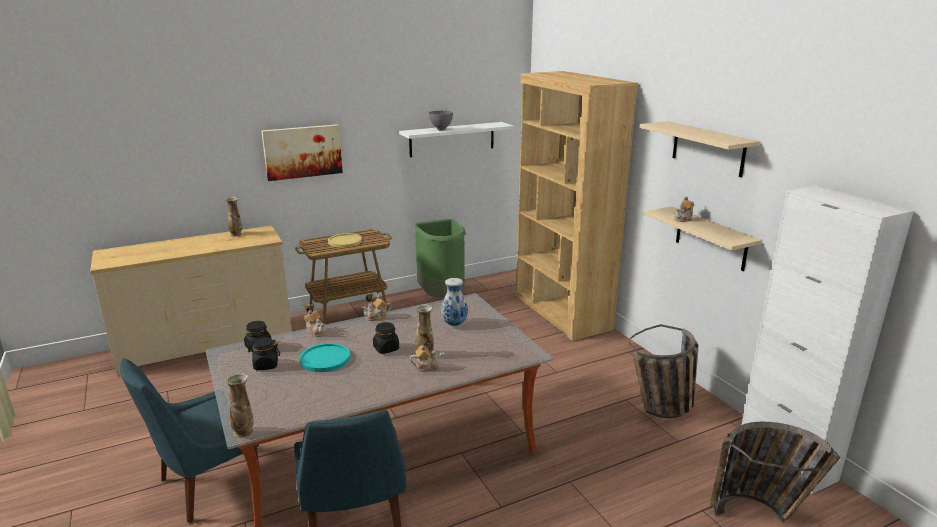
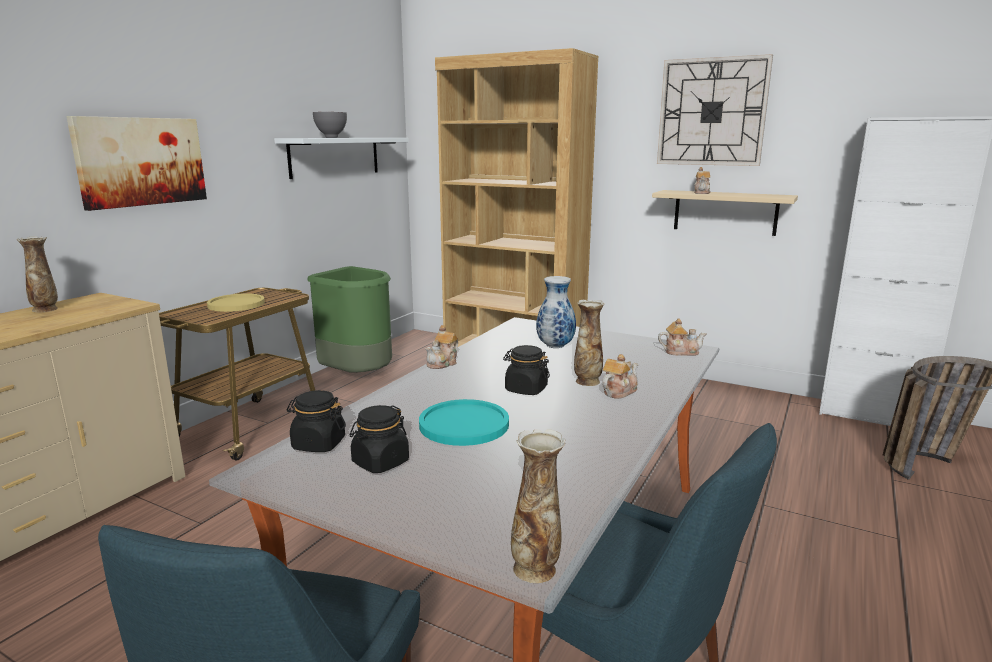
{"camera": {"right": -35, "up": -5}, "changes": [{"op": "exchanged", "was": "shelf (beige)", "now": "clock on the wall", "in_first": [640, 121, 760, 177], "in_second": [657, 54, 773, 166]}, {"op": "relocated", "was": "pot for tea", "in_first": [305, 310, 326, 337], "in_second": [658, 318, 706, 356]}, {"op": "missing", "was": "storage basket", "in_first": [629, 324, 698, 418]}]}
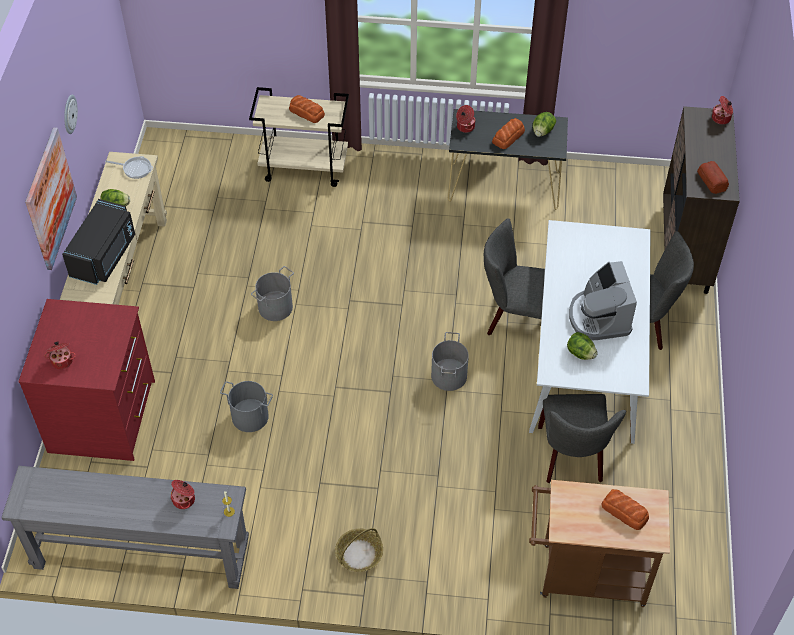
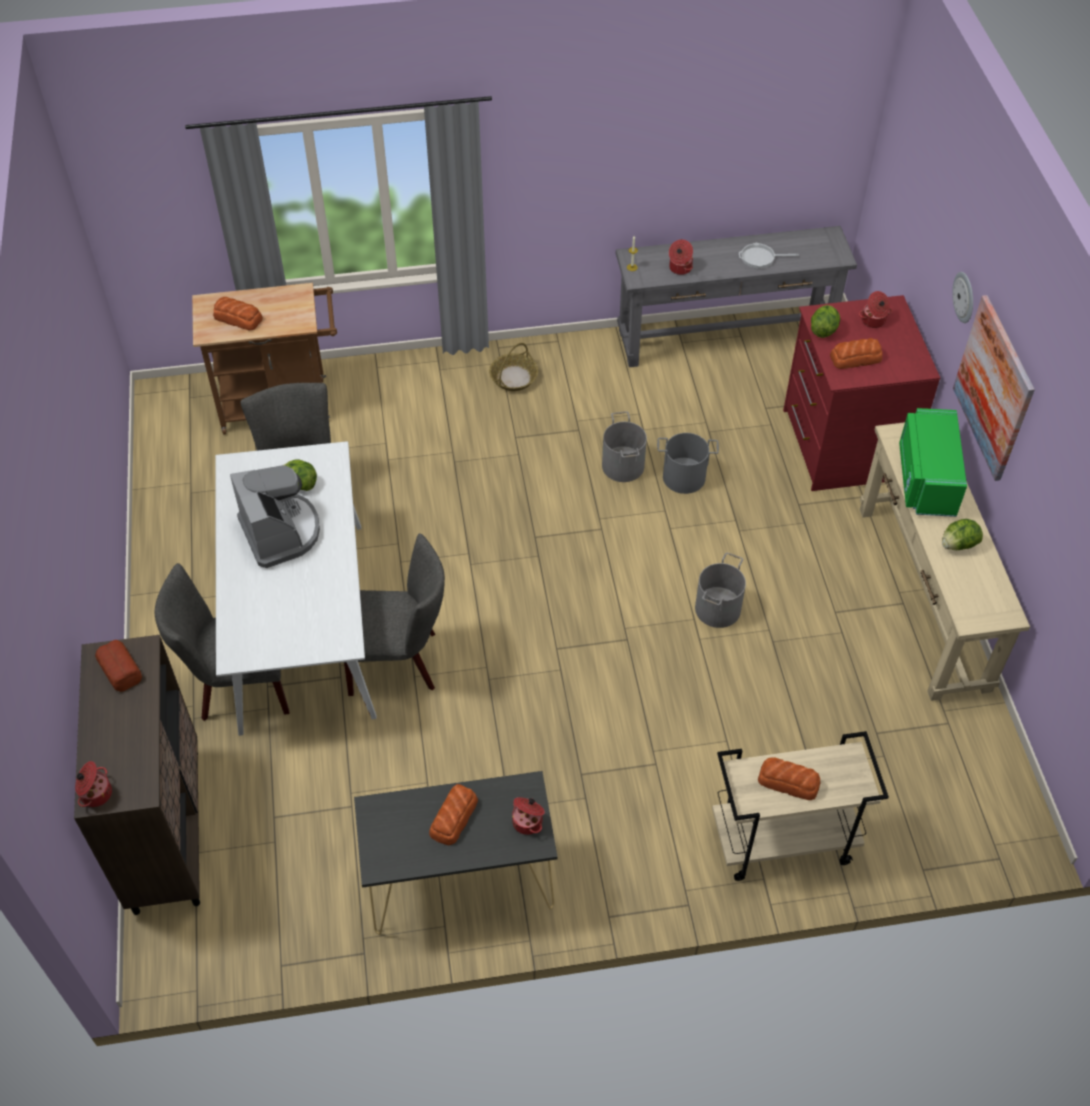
{"camera": {"right": 165, "up": 0}, "changes": [{"op": "relocated", "was": "bucket (grey)", "in_first": [431, 332, 469, 391], "in_second": [602, 411, 647, 482]}, {"op": "relocated", "was": "frying pan", "in_first": [105, 156, 153, 179], "in_second": [739, 243, 799, 269]}, {"op": "relocated", "was": "head of lettuce", "in_first": [532, 112, 556, 137], "in_second": [811, 305, 840, 338]}, {"op": "appeared", "now": "bakery bread", "in_second": [830, 338, 882, 369]}, {"op": "colour", "was": "microwave oven (blackish)", "now": "microwave oven (greenish)", "in_first": [62, 199, 135, 285], "in_second": [899, 408, 967, 517]}, {"op": "relocated", "was": "clock on the wall", "in_first": [64, 94, 78, 134], "in_second": [952, 272, 973, 323]}]}
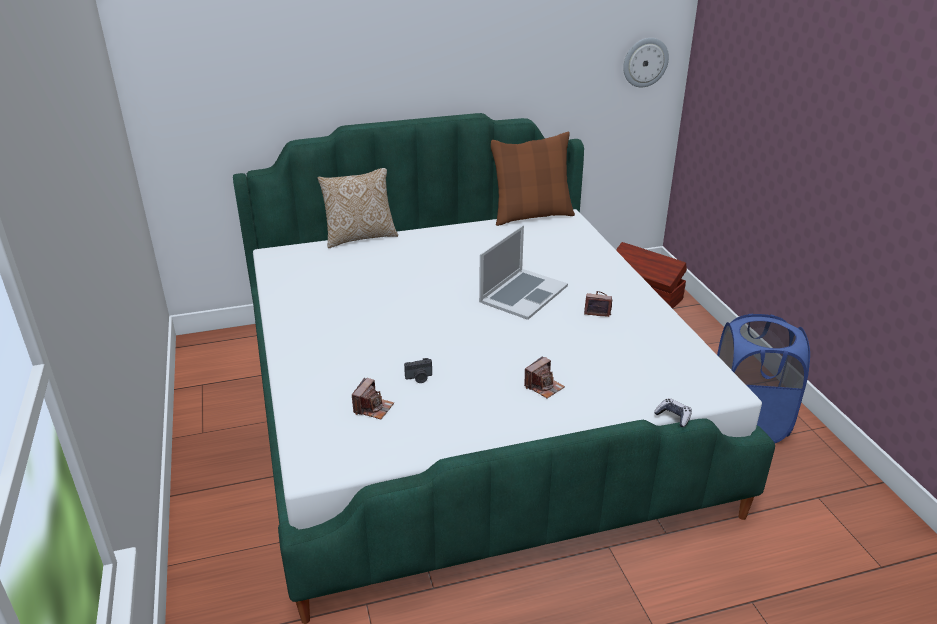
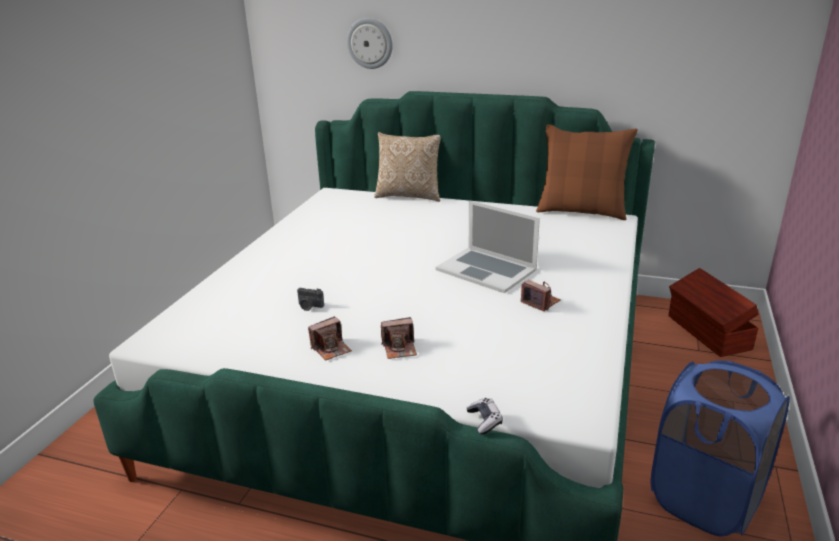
{"camera": {"right": 35, "up": -5}, "changes": [{"op": "relocated", "was": "still camera", "in_first": [352, 378, 394, 419], "in_second": [308, 316, 352, 361]}, {"op": "relocated", "was": "clock on the wall", "in_first": [623, 38, 669, 88], "in_second": [347, 18, 393, 69]}, {"op": "spun", "was": "notebook computer", "in_first": [479, 225, 568, 320], "in_second": [435, 200, 540, 293], "clockwise": 60}]}
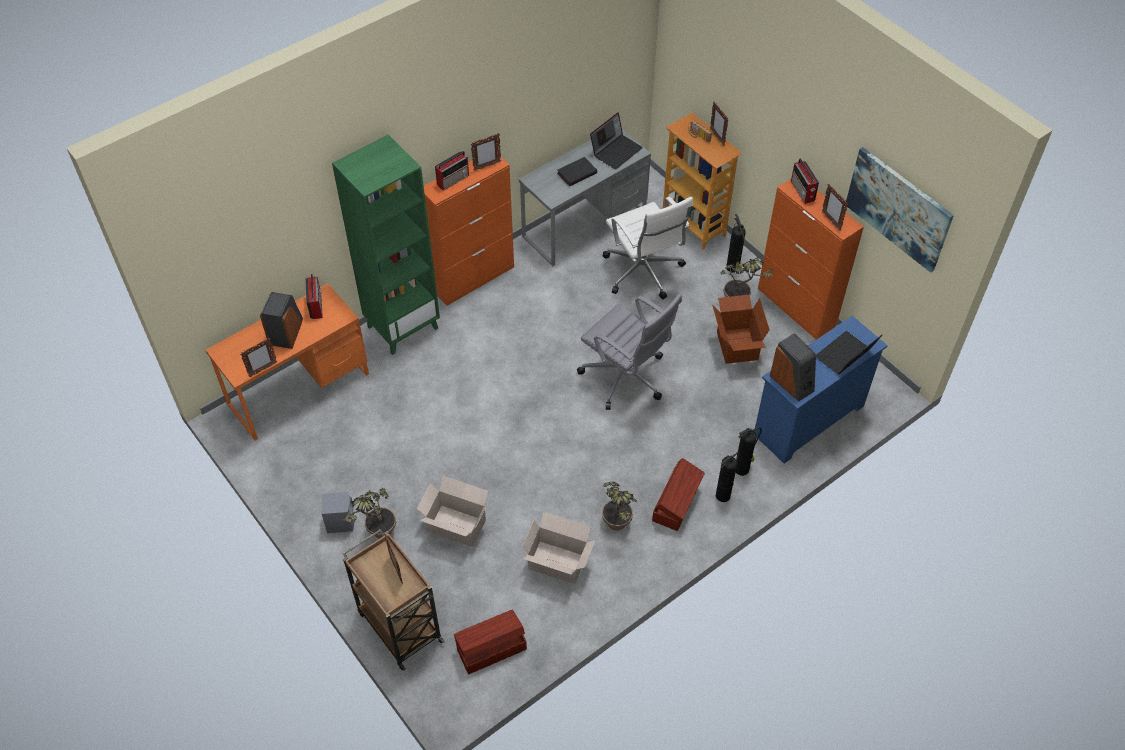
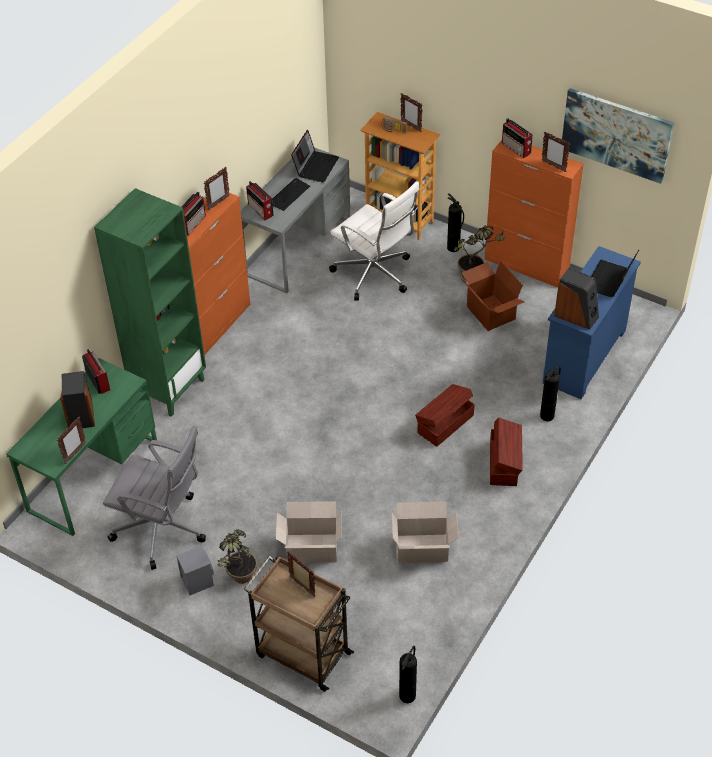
{"camera": {"right": -20, "up": -5}, "changes": [{"op": "colour", "was": "desk (orangey)", "now": "desk (greenish)", "in_first": [206, 283, 369, 440], "in_second": [6, 358, 157, 536]}, {"op": "relocated", "was": "desk chair (grey)", "in_first": [577, 293, 682, 410], "in_second": [103, 426, 206, 570]}, {"op": "appeared", "now": "radio set", "in_second": [246, 181, 274, 220]}, {"op": "exchanged", "was": "volume (blackish)", "now": "PC keyboard", "in_first": [557, 157, 597, 186], "in_second": [272, 178, 310, 211]}, {"op": "relocated", "was": "fire extinguisher", "in_first": [716, 452, 740, 502], "in_second": [399, 646, 417, 703]}, {"op": "relocated", "was": "storage bin (brown)", "in_first": [454, 609, 527, 675], "in_second": [415, 384, 475, 447]}, {"op": "missing", "was": "potted plant", "in_first": [602, 482, 637, 531]}]}
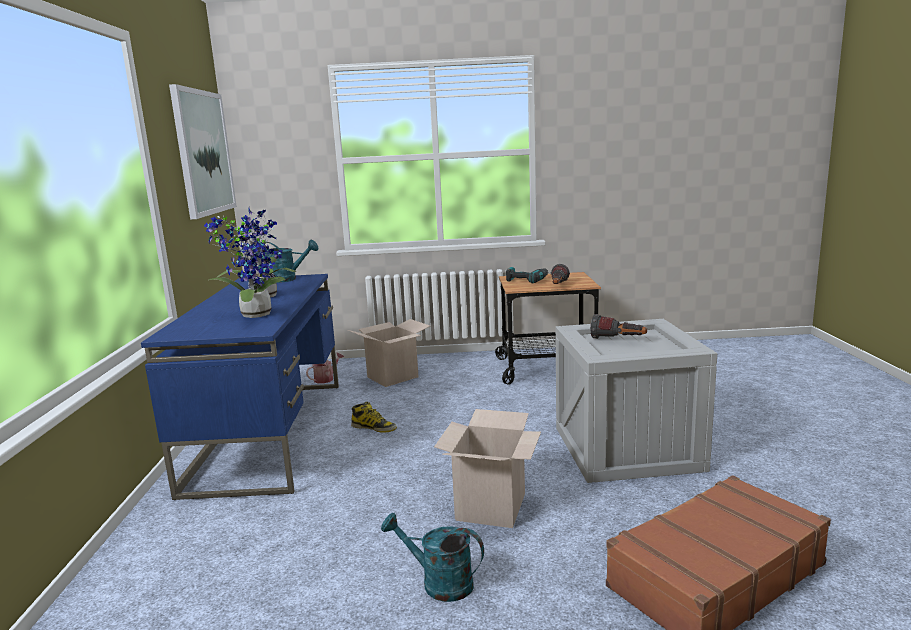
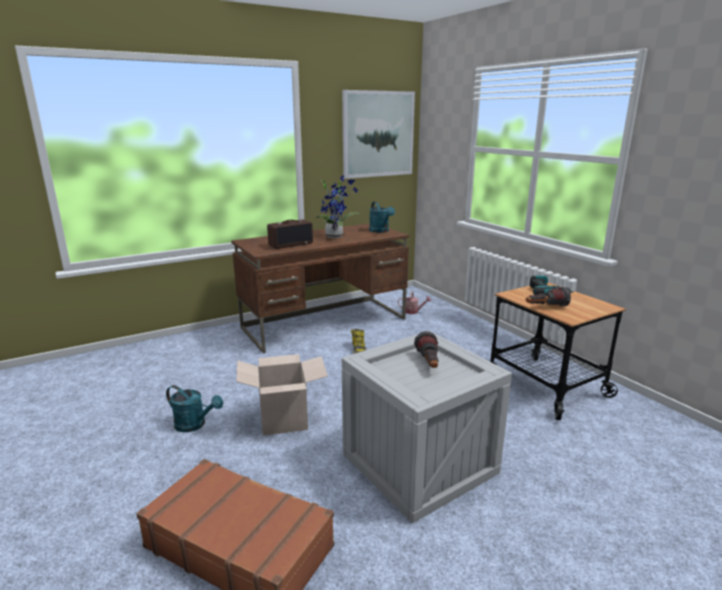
{"camera": {"right": 60, "up": 5}, "changes": [{"op": "spun", "was": "watering pot (turquoise-coloured)", "in_first": [381, 513, 484, 602], "in_second": [166, 385, 223, 432], "clockwise": 120}, {"op": "colour", "was": "desk (blue-coloured)", "now": "desk (brown)", "in_first": [141, 274, 339, 500], "in_second": [231, 223, 409, 353]}, {"op": "exchanged", "was": "potted plant", "now": "radio set", "in_first": [204, 217, 286, 318], "in_second": [267, 220, 313, 249]}, {"op": "missing", "was": "packing box", "in_first": [348, 319, 430, 387]}]}
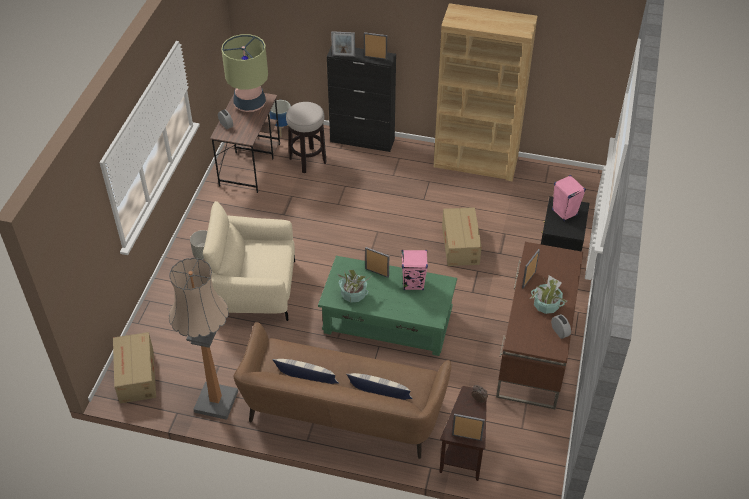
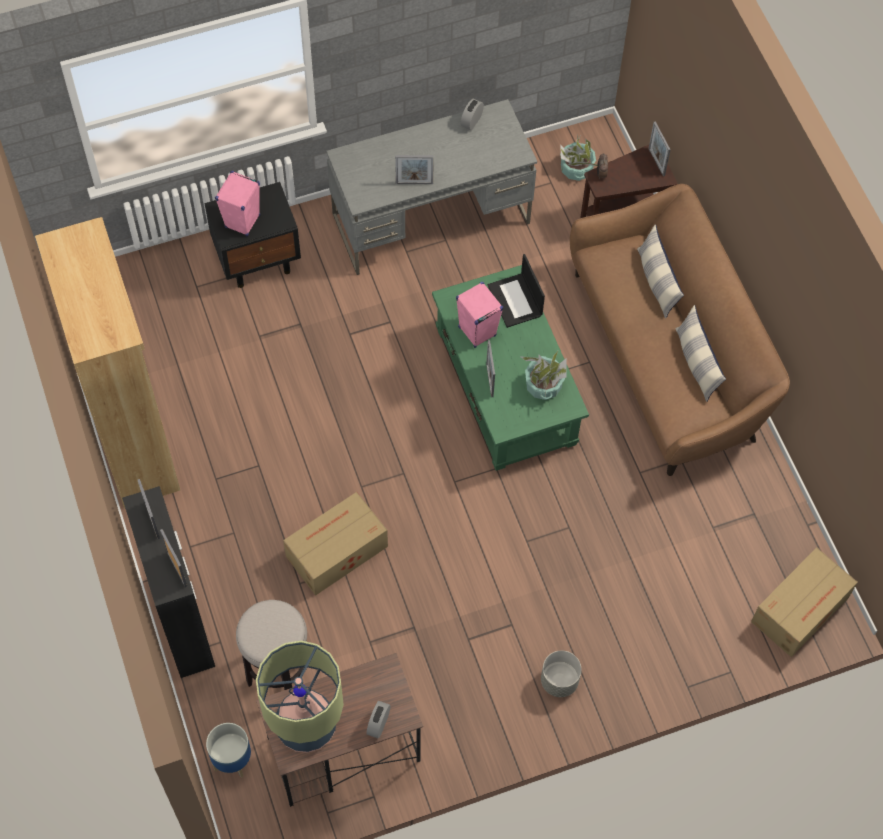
{"camera": {"right": -125, "up": 15}, "changes": [{"op": "relocated", "was": "packing box", "in_first": [442, 207, 482, 266], "in_second": [283, 492, 388, 596]}, {"op": "colour", "was": "desk (brown)", "now": "desk (grey)", "in_first": [496, 242, 583, 409], "in_second": [326, 99, 537, 275]}, {"op": "appeared", "now": "notebook computer", "in_second": [488, 254, 545, 328]}, {"op": "relocated", "was": "potted plant", "in_first": [531, 276, 567, 314], "in_second": [560, 134, 597, 181]}, {"op": "missing", "was": "standing lamp", "in_first": [169, 258, 238, 420]}, {"op": "missing", "was": "easy chair (beige)", "in_first": [203, 201, 295, 321]}]}
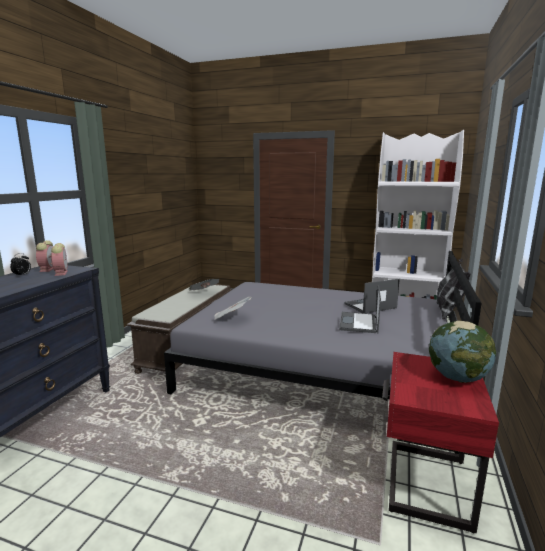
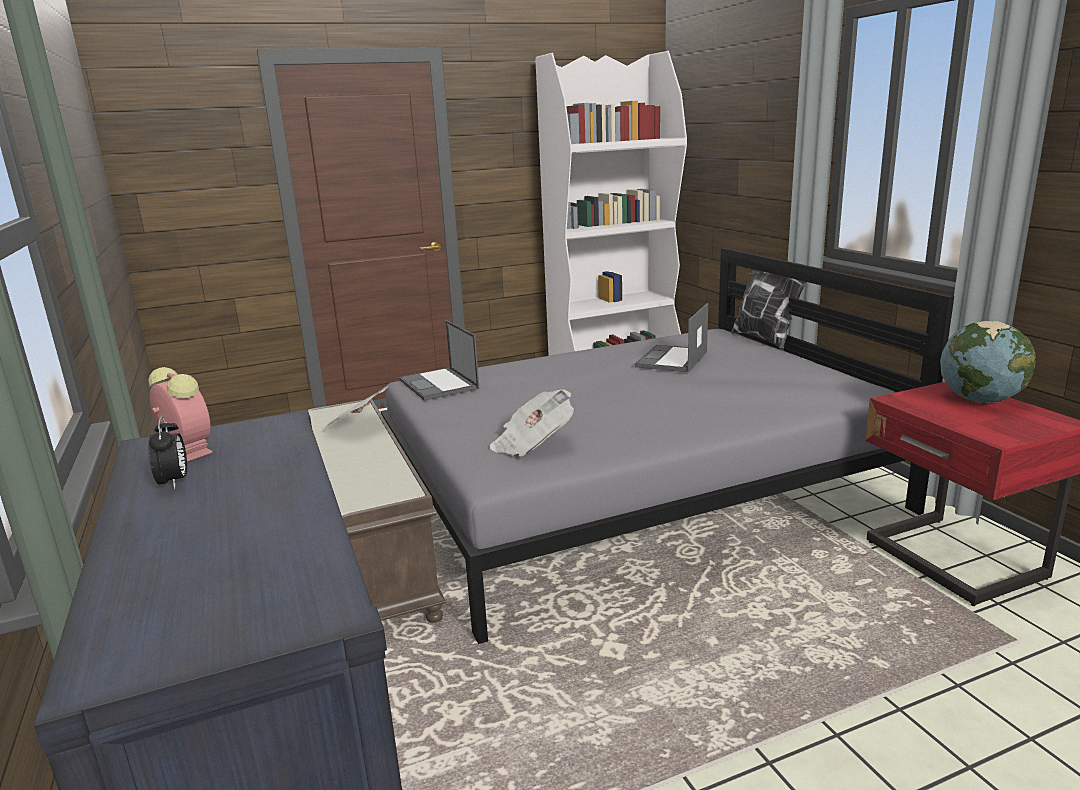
{"camera": {"right": -40, "up": 5}, "changes": [{"op": "relocated", "was": "notebook computer", "in_first": [339, 285, 381, 333], "in_second": [399, 320, 479, 401]}, {"op": "missing", "was": "bedside clock", "in_first": [49, 243, 68, 276]}]}
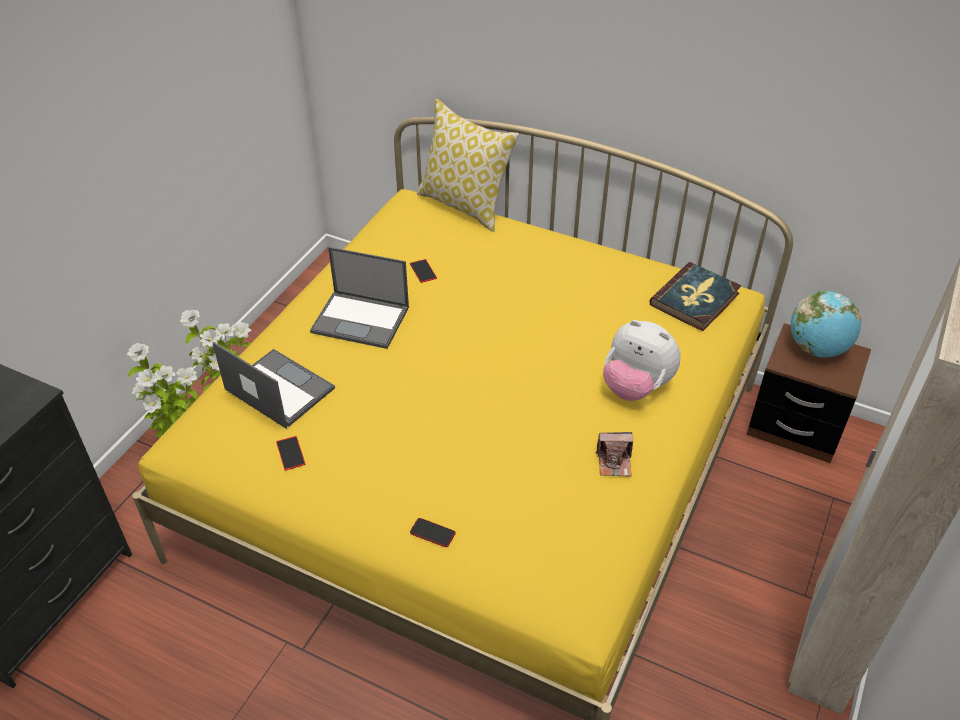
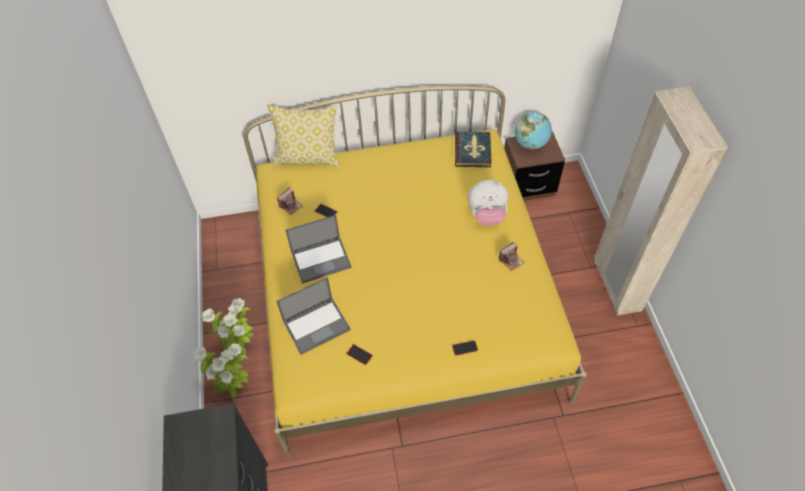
{"camera": {"right": -35, "up": 10}, "changes": [{"op": "spun", "was": "notebook computer", "in_first": [212, 342, 335, 429], "in_second": [276, 277, 351, 355], "clockwise": 150}, {"op": "appeared", "now": "still camera", "in_second": [277, 188, 303, 215]}]}
